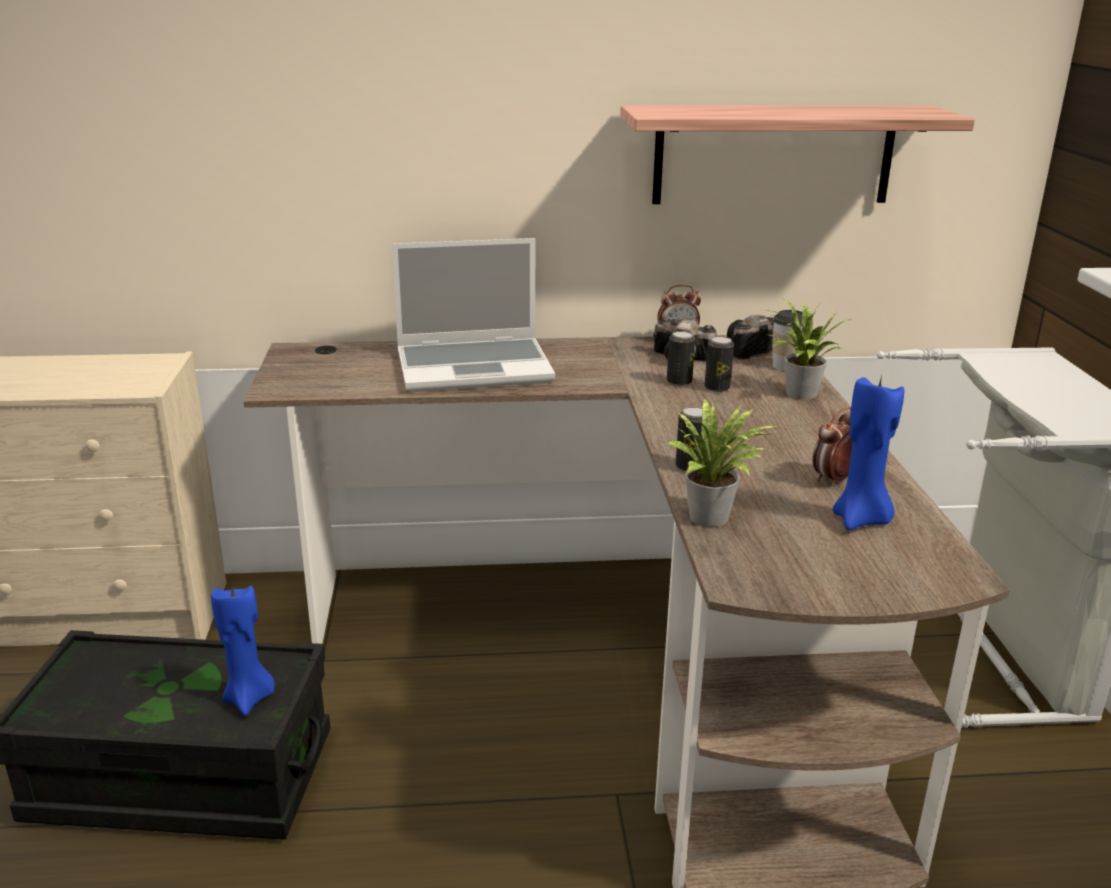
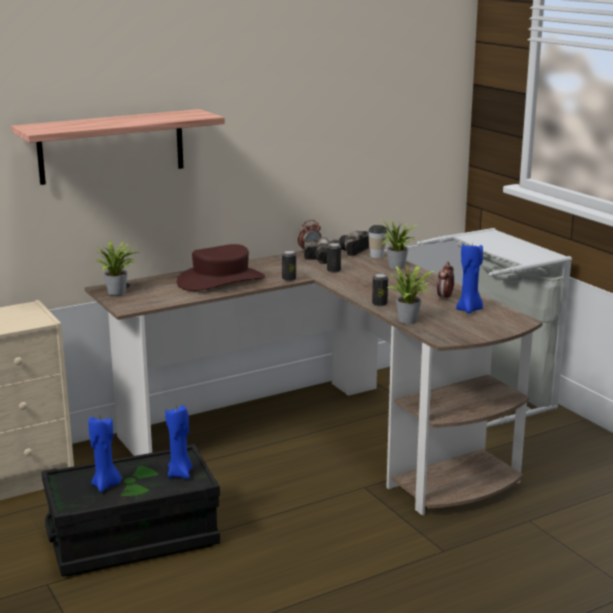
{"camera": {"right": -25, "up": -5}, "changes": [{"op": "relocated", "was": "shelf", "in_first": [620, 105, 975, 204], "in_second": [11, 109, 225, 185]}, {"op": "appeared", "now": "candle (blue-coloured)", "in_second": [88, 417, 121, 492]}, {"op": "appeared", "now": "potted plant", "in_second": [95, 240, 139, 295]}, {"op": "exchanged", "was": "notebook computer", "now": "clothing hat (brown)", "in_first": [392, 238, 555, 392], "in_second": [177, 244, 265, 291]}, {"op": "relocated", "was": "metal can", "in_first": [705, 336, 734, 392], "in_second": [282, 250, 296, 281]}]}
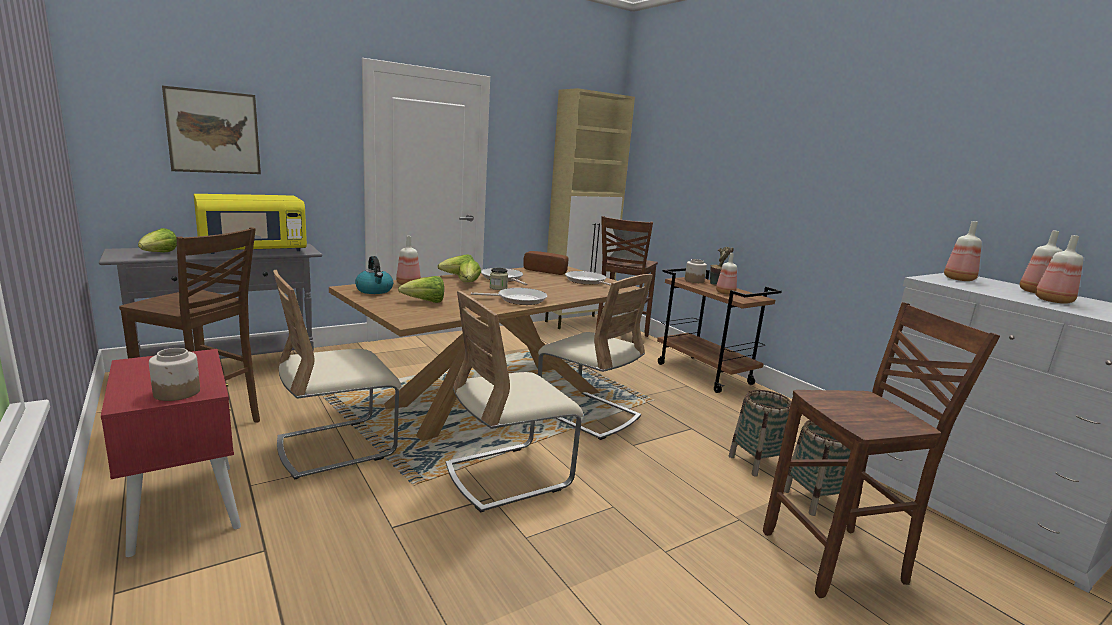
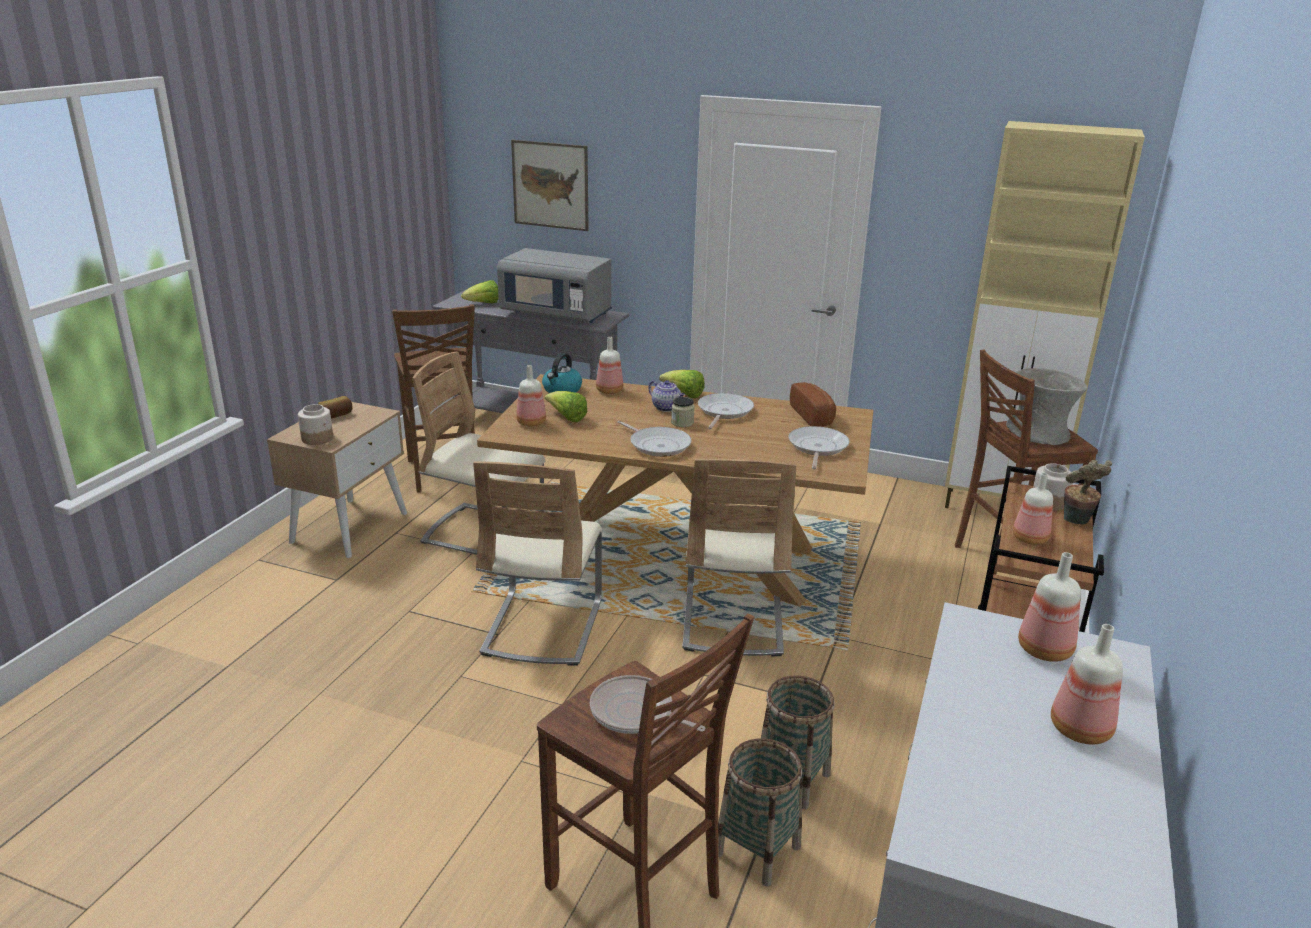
{"camera": {"right": 55, "up": 10}, "changes": [{"op": "colour", "was": "night table (red-coloured)", "now": "night table (beige)", "in_first": [101, 349, 241, 557], "in_second": [267, 402, 407, 558]}, {"op": "appeared", "now": "bakery bread", "in_second": [318, 396, 353, 418]}, {"op": "spun", "was": "plain chair (beige)", "in_first": [445, 291, 583, 513], "in_second": [473, 461, 602, 665], "clockwise": -105}, {"op": "colour", "was": "microwave oven (yellow-coloured)", "now": "microwave oven (grey)", "in_first": [194, 194, 307, 254], "in_second": [497, 248, 612, 323]}, {"op": "relocated", "was": "drink bottle", "in_first": [1035, 235, 1083, 304], "in_second": [516, 365, 546, 426]}, {"op": "appeared", "now": "frying pan", "in_second": [590, 675, 705, 734]}, {"op": "exchanged", "was": "head of lettuce", "now": "pot for tea", "in_first": [458, 259, 481, 282], "in_second": [649, 380, 685, 412]}]}
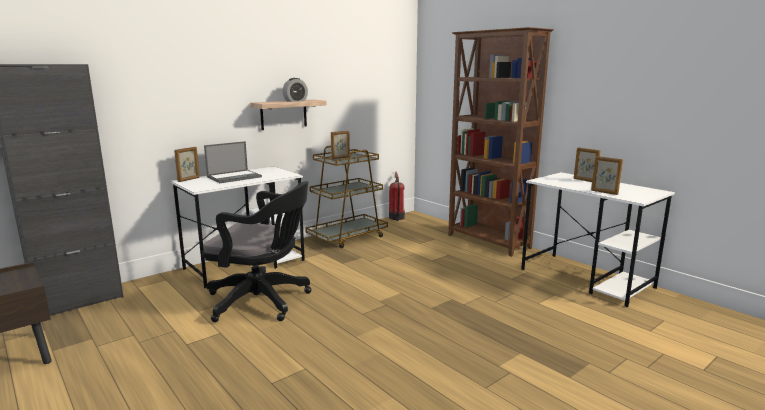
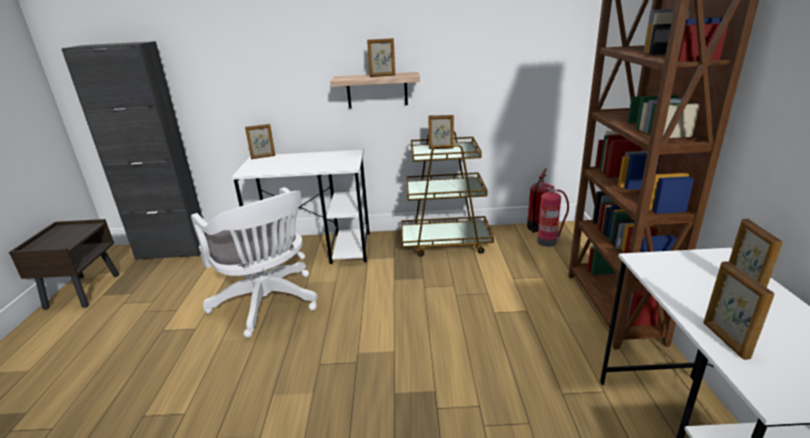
{"camera": {"right": 40, "up": 10}, "changes": [{"op": "colour", "was": "desk chair (blackish)", "now": "desk chair (whitish)", "in_first": [202, 181, 311, 322], "in_second": [191, 187, 317, 338]}, {"op": "exchanged", "was": "bedside clock", "now": "standing frame", "in_first": [283, 78, 308, 102], "in_second": [367, 38, 395, 77]}, {"op": "appeared", "now": "fire extinguisher", "in_second": [537, 182, 569, 247]}, {"op": "missing", "was": "notebook computer", "in_first": [204, 141, 262, 183]}]}
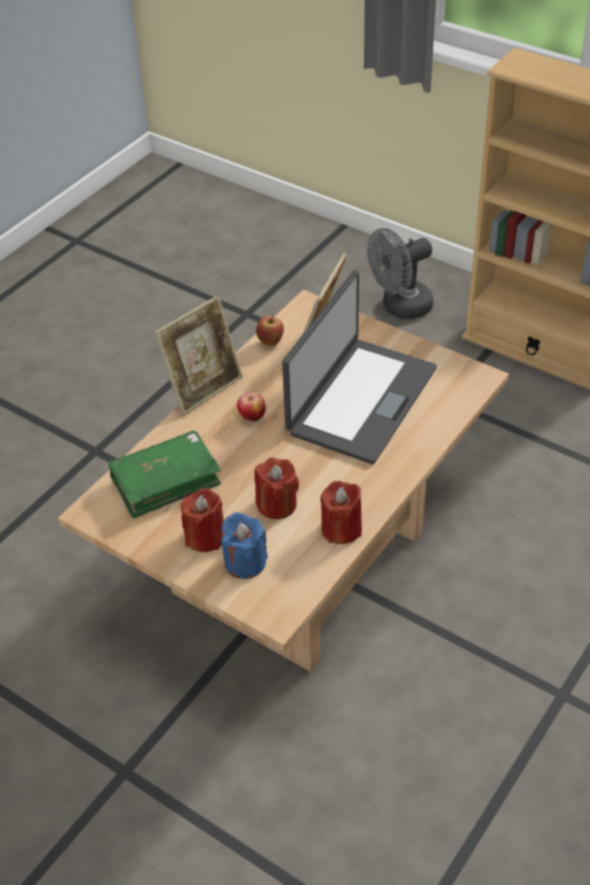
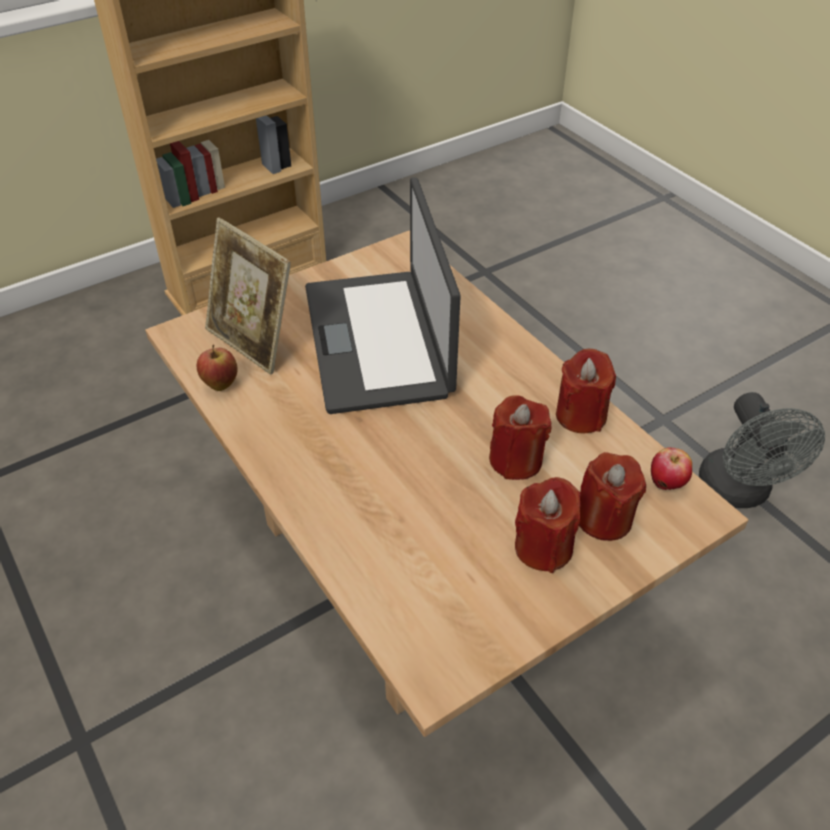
{"camera": {"right": -70, "up": 0}, "changes": [{"op": "spun", "was": "notebook computer", "in_first": [282, 270, 437, 464], "in_second": [305, 177, 461, 414], "clockwise": -150}, {"op": "colour", "was": "candle (blue-coloured)", "now": "candle (red-coloured)", "in_first": [221, 512, 268, 579], "in_second": [579, 452, 646, 541]}, {"op": "relocated", "was": "apple", "in_first": [237, 392, 266, 421], "in_second": [651, 447, 692, 490]}, {"op": "relocated", "was": "fan (grey)", "in_first": [367, 228, 434, 319], "in_second": [699, 392, 825, 508]}, {"op": "missing", "was": "volume (greenish)", "in_first": [108, 430, 221, 519]}, {"op": "missing", "was": "standing frame", "in_first": [154, 296, 243, 415]}]}
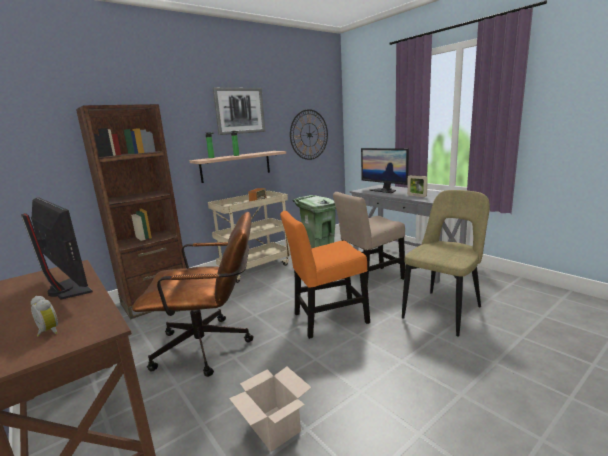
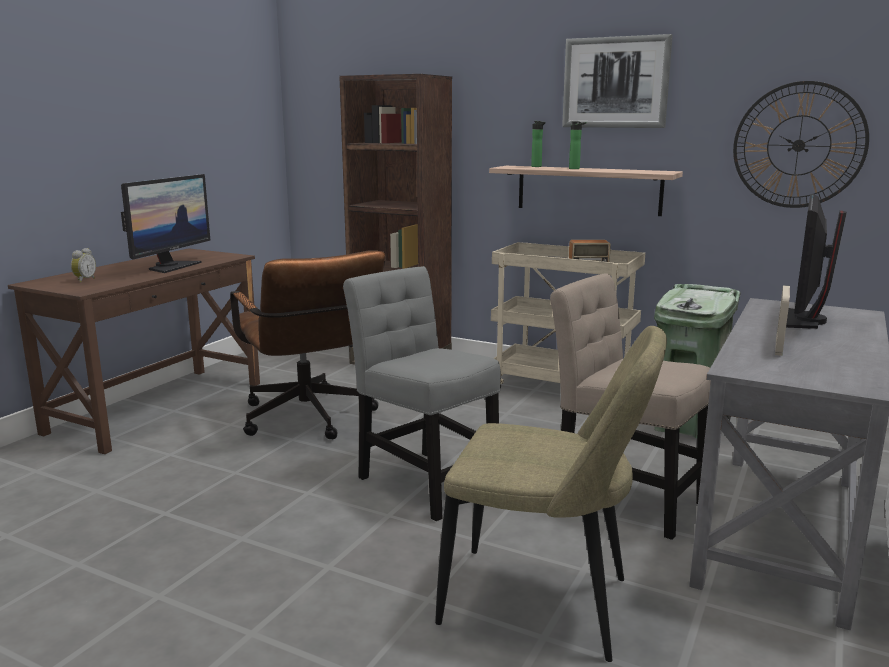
{"camera": {"right": 65, "up": 0}, "changes": [{"op": "colour", "was": "plain chair (orangey)", "now": "plain chair (grey)", "in_first": [280, 211, 370, 339], "in_second": [343, 266, 501, 521]}, {"op": "missing", "was": "packing box", "in_first": [229, 367, 312, 452]}]}
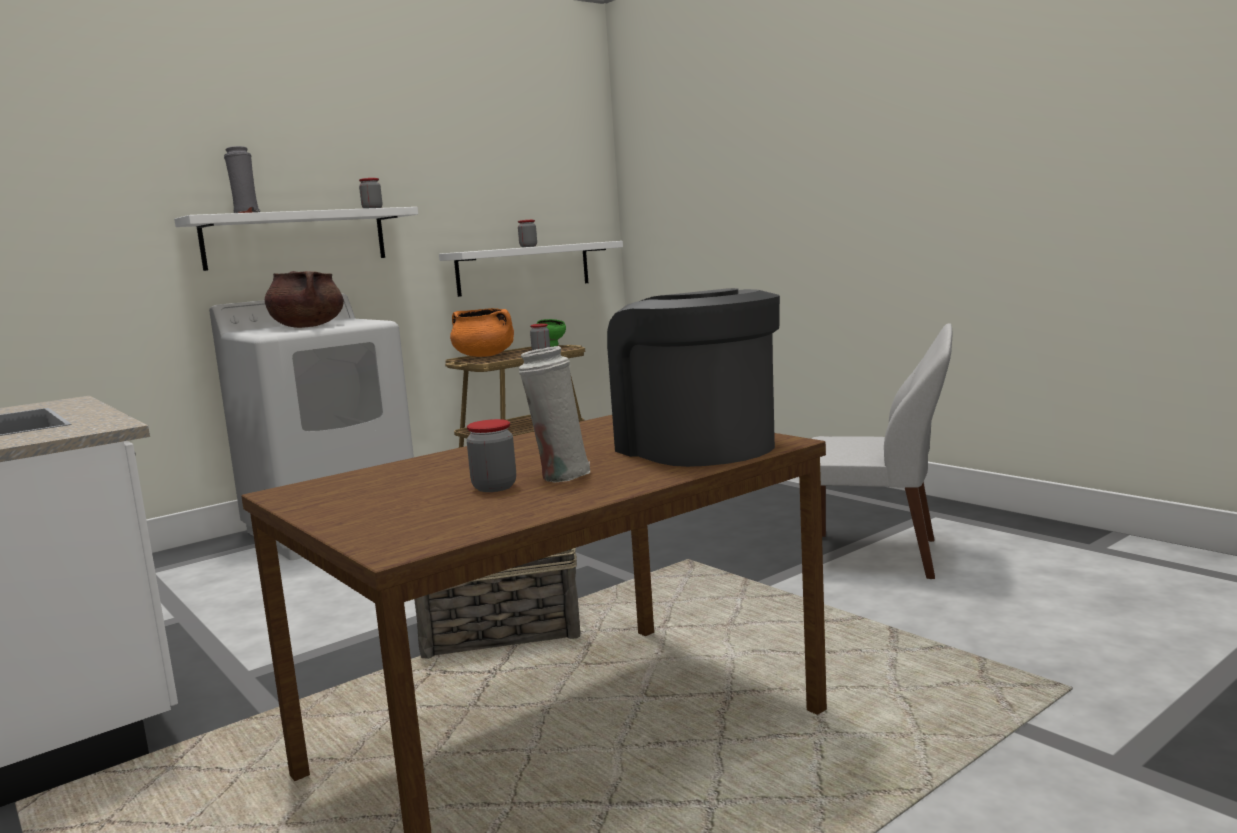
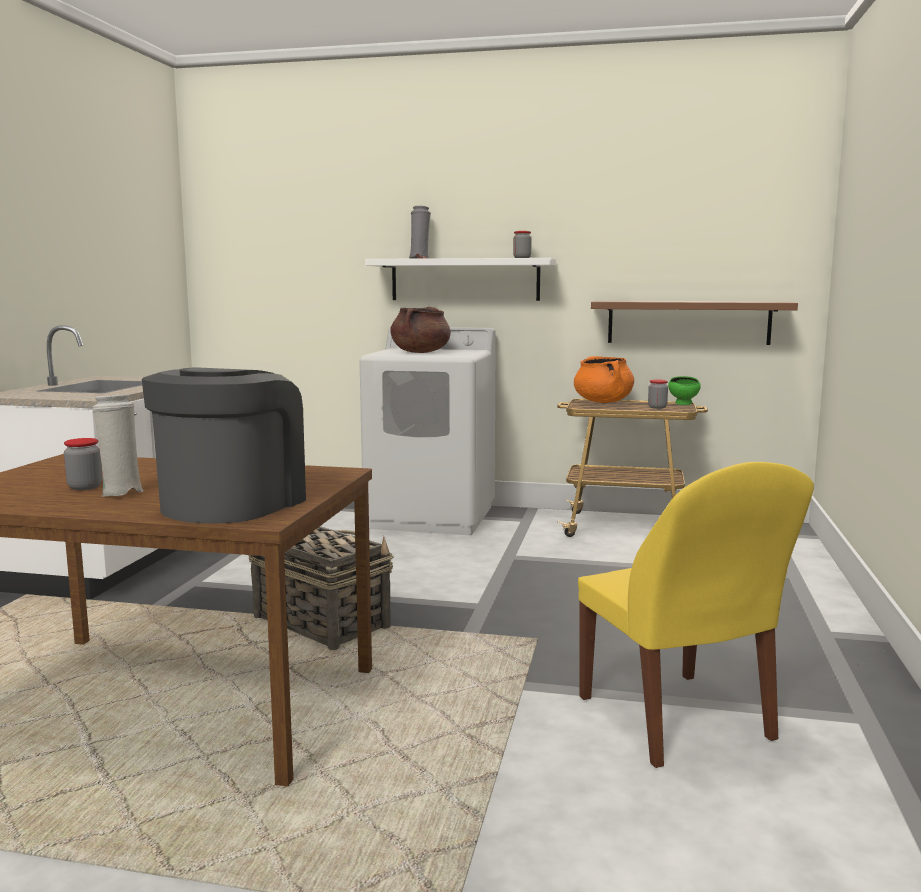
{"camera": {"right": 50, "up": 0}, "changes": [{"op": "colour", "was": "plain chair (whitish)", "now": "plain chair (yellow-coloured)", "in_first": [812, 323, 952, 579], "in_second": [578, 462, 814, 768]}, {"op": "colour", "was": "shelf (whitish)", "now": "shelf (brown)", "in_first": [439, 241, 623, 297], "in_second": [591, 301, 798, 345]}, {"op": "missing", "was": "storage jar", "in_first": [518, 220, 537, 247]}]}
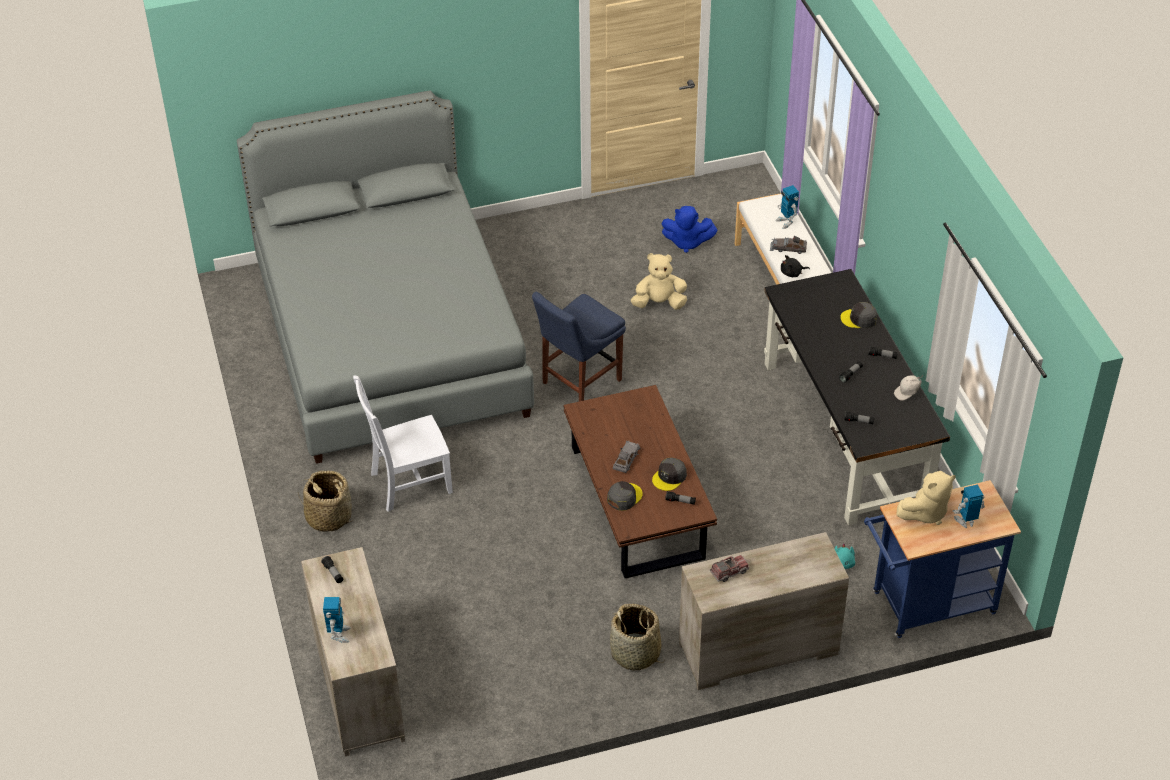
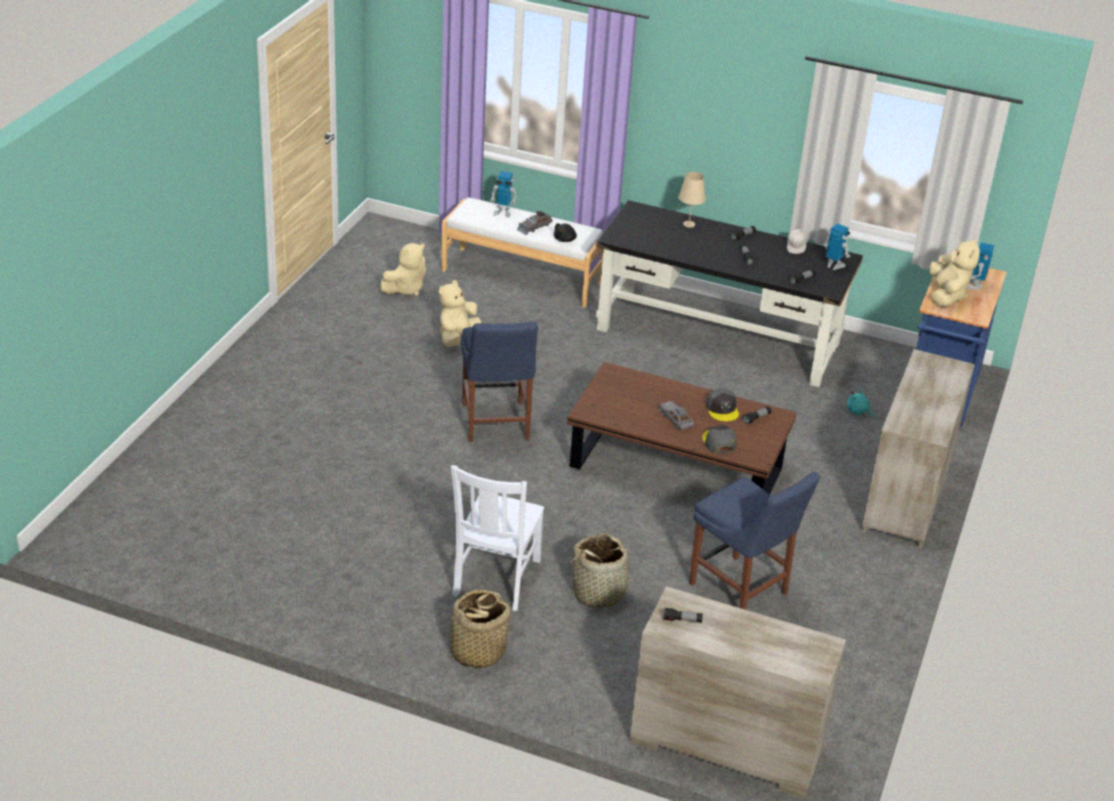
{"camera": {"right": -55, "up": -10}, "changes": [{"op": "colour", "was": "plush toy (blue-coloured)", "now": "plush toy (beige)", "in_first": [662, 206, 718, 253], "in_second": [380, 243, 426, 296]}, {"op": "relocated", "was": "storage basket", "in_first": [610, 604, 663, 670], "in_second": [567, 533, 641, 608]}, {"op": "exchanged", "was": "cap (grey)", "now": "lamp for a table (beige)", "in_first": [840, 302, 877, 328], "in_second": [679, 172, 706, 228]}, {"op": "appeared", "now": "plain chair (blue-coloured)", "in_second": [689, 472, 820, 610]}, {"op": "relocated", "was": "model robot", "in_first": [323, 597, 351, 643], "in_second": [824, 223, 851, 270]}, {"op": "missing", "was": "bedroom bed (grey)", "in_first": [237, 90, 534, 464]}, {"op": "missing", "was": "toy lorry", "in_first": [710, 555, 749, 582]}]}
